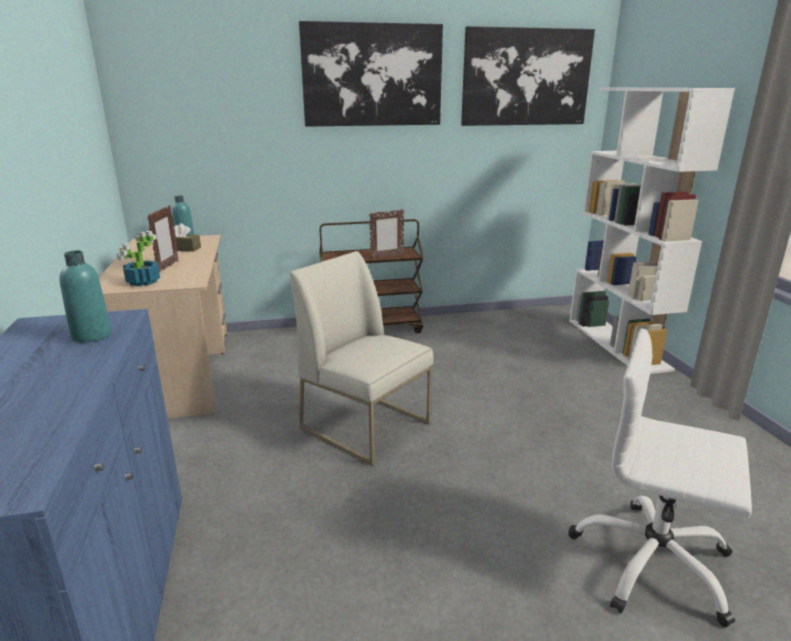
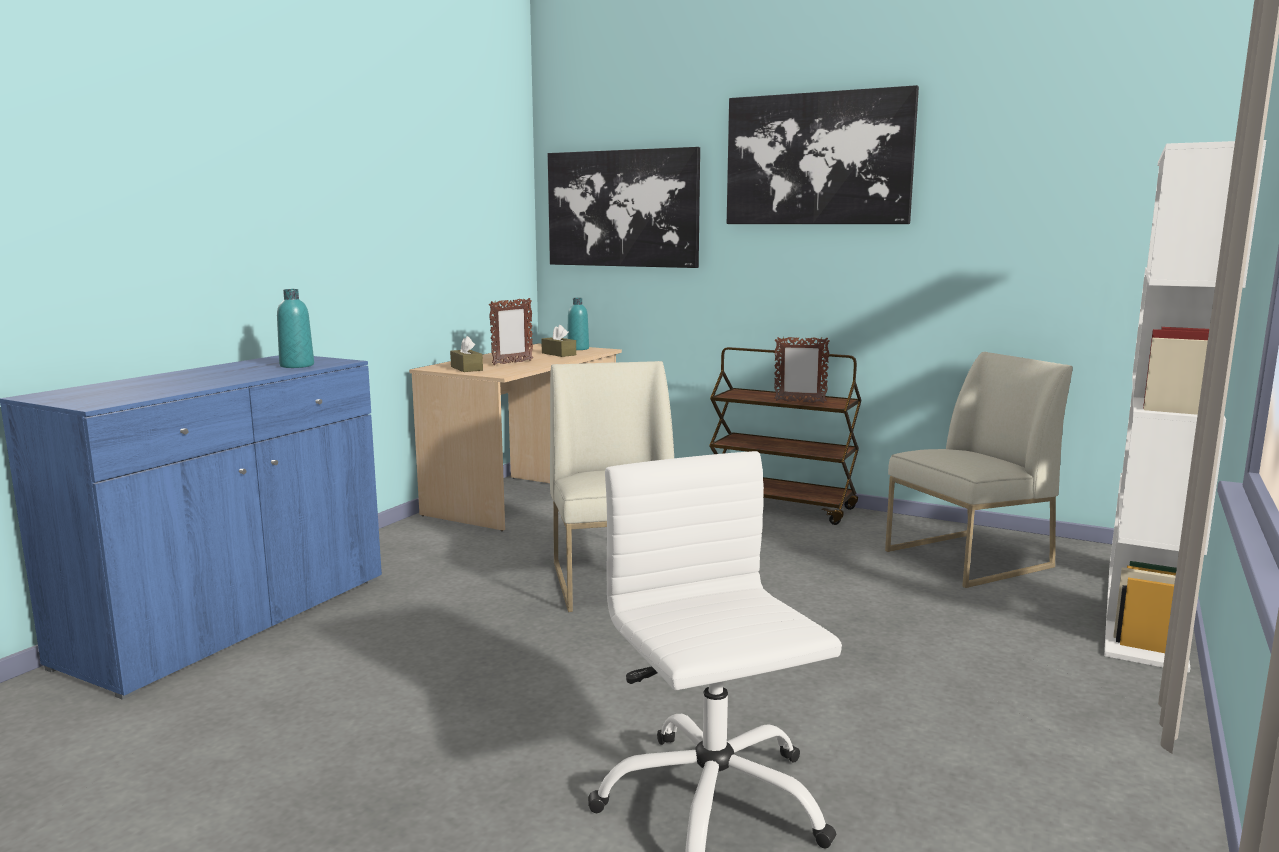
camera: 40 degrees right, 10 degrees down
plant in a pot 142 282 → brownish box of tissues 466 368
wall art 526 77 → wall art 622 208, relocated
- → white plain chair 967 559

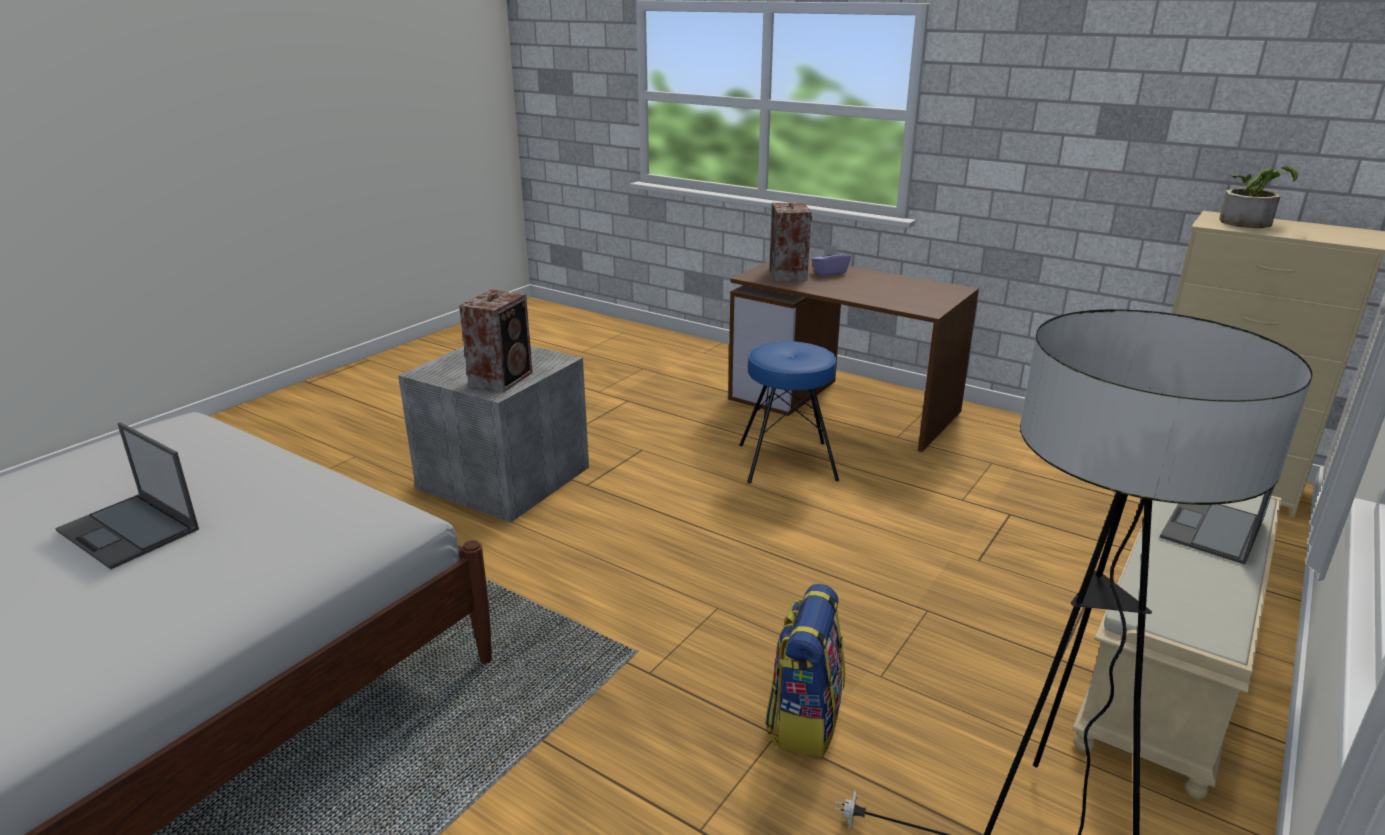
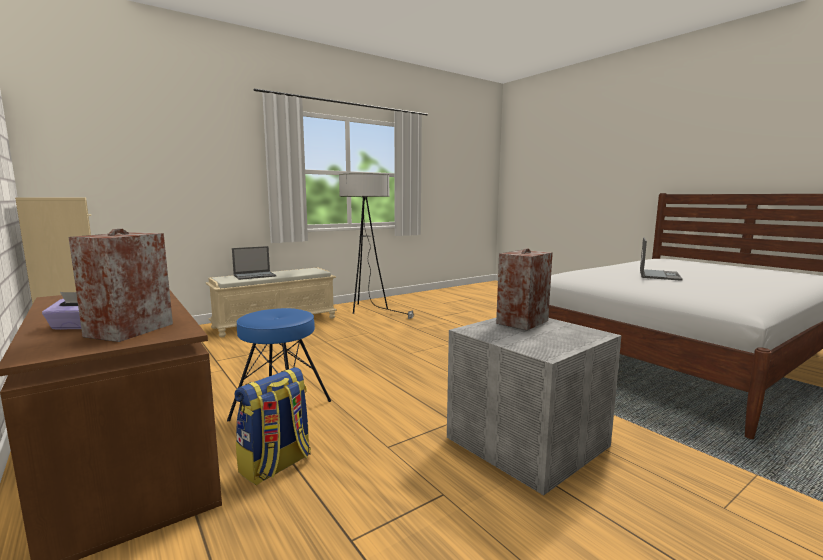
camera: 160 degrees left, 15 degrees down
portable computer 130 530 → portable computer 659 275, 60 degrees clockwise
rucksack 804 719 → rucksack 276 465, relocated
plant in a pot 1249 221 → -

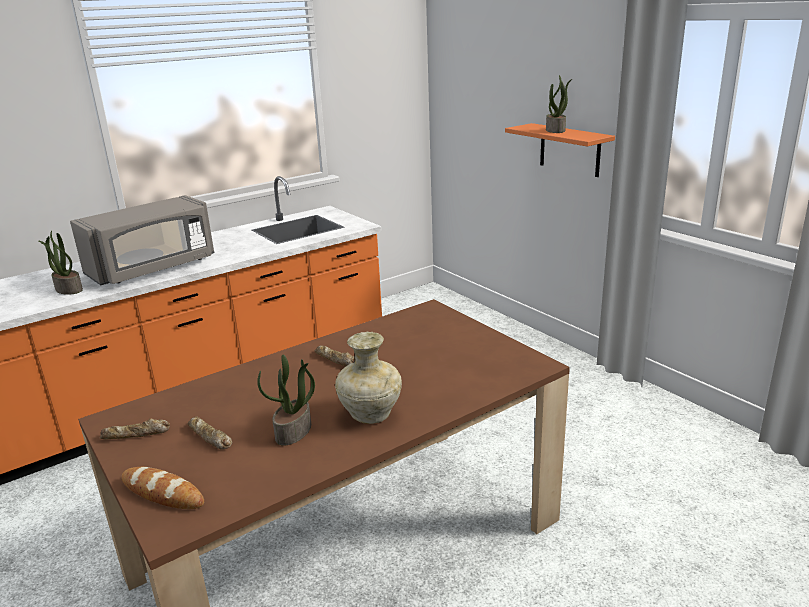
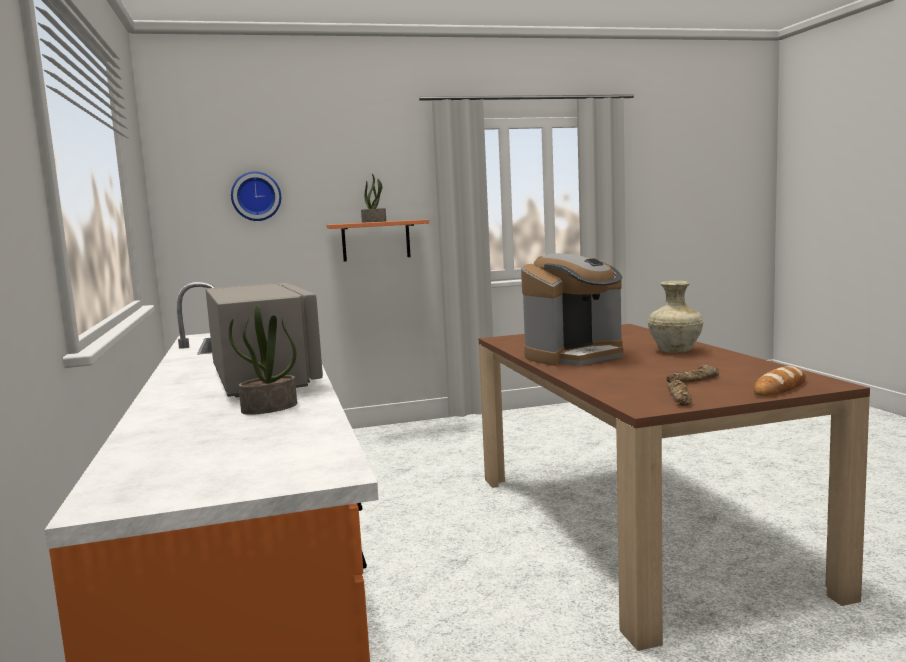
camera: 70 degrees left, 15 degrees down
plant in a pot 294 432 → -
baked bread 336 360 → coffee brewer 575 356
- → clock on the wall 256 196

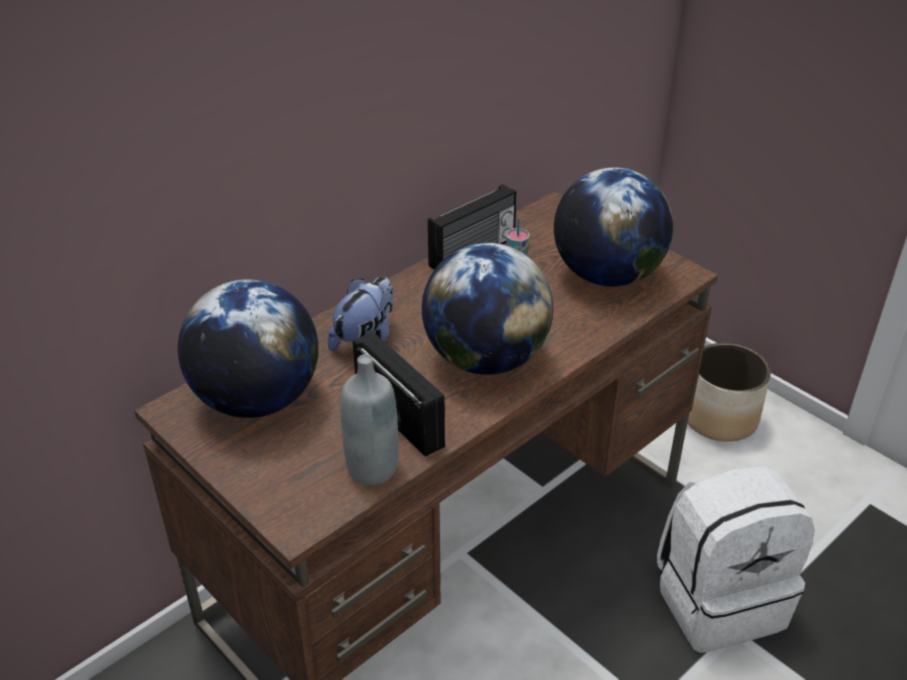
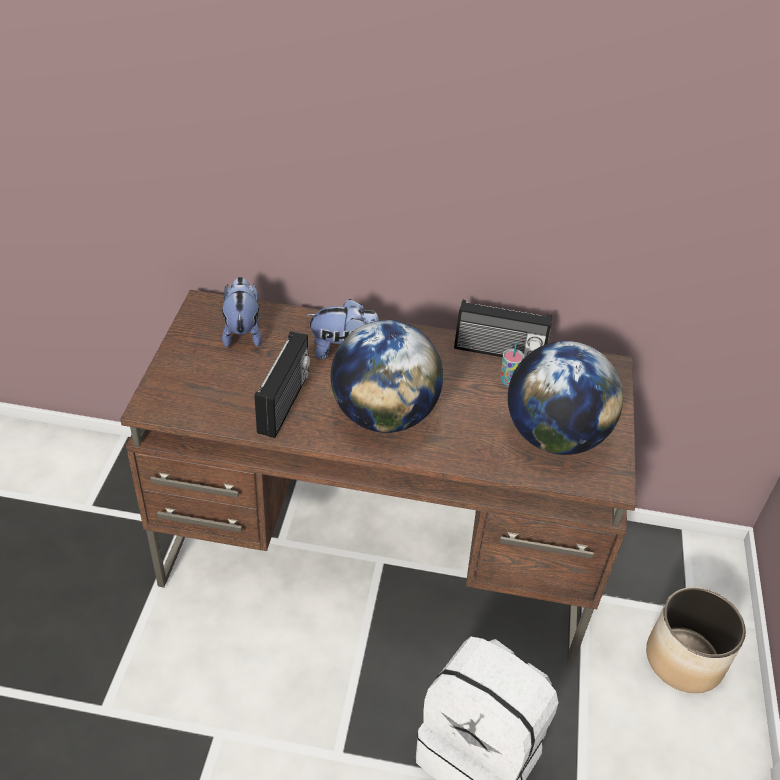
camera: 50 degrees right, 5 degrees up
world globe 257 400 → plush toy 242 332
gray bottle 372 468 → -

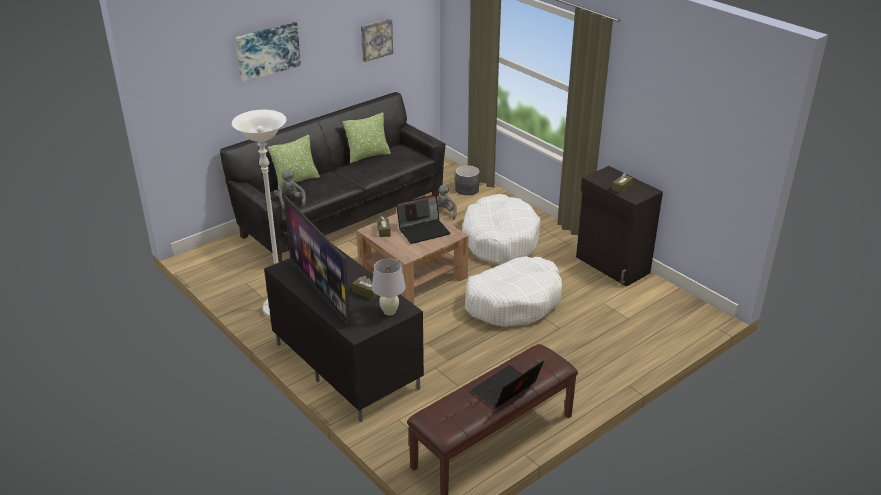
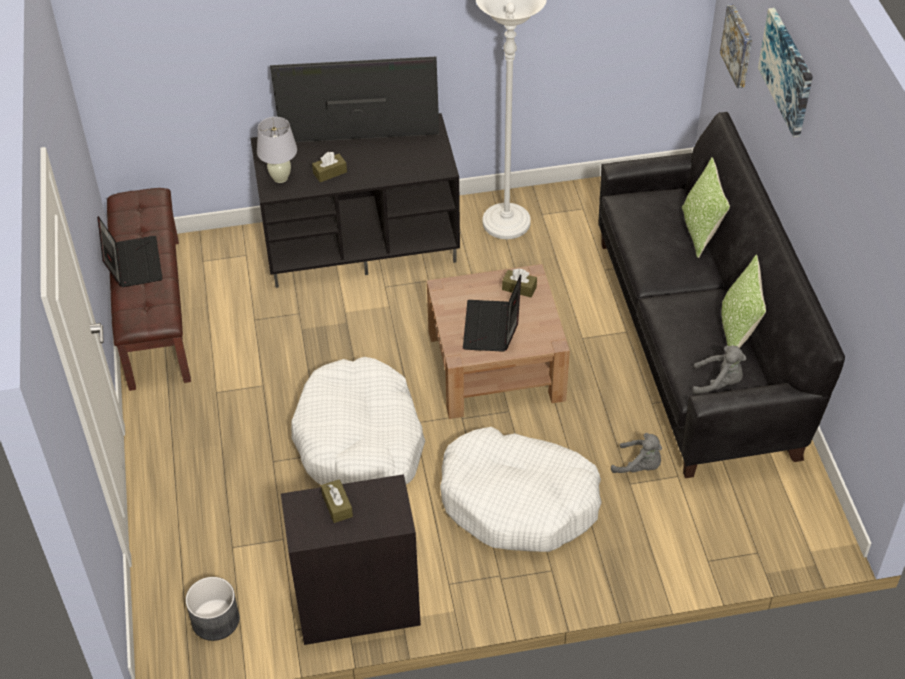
camera: 120 degrees right, 15 degrees up
gray plush toy 290 201 → gray plush toy 719 382, relocated
wall art 376 39 → wall art 739 45, relocated
gray plant pot 467 189 → gray plant pot 215 620, relocated

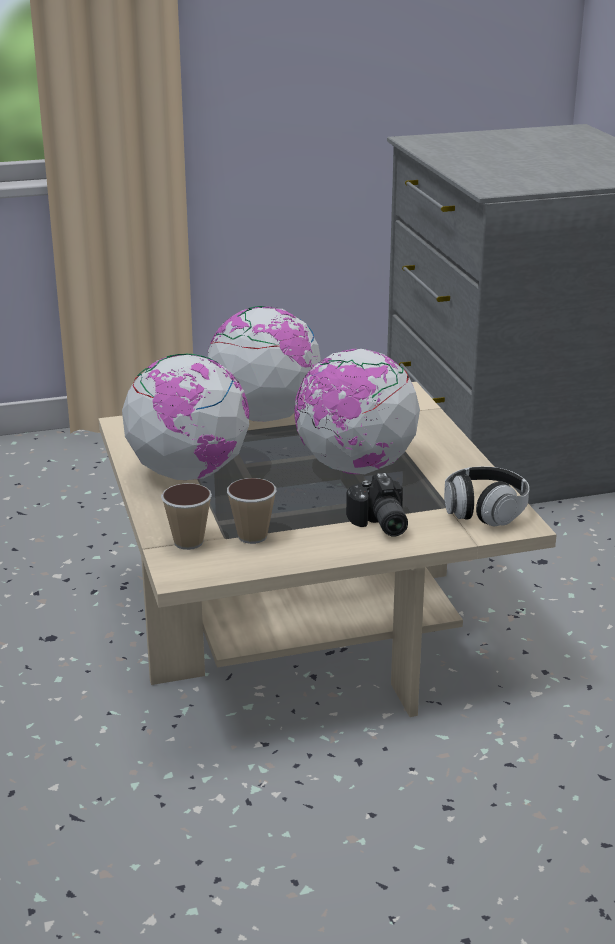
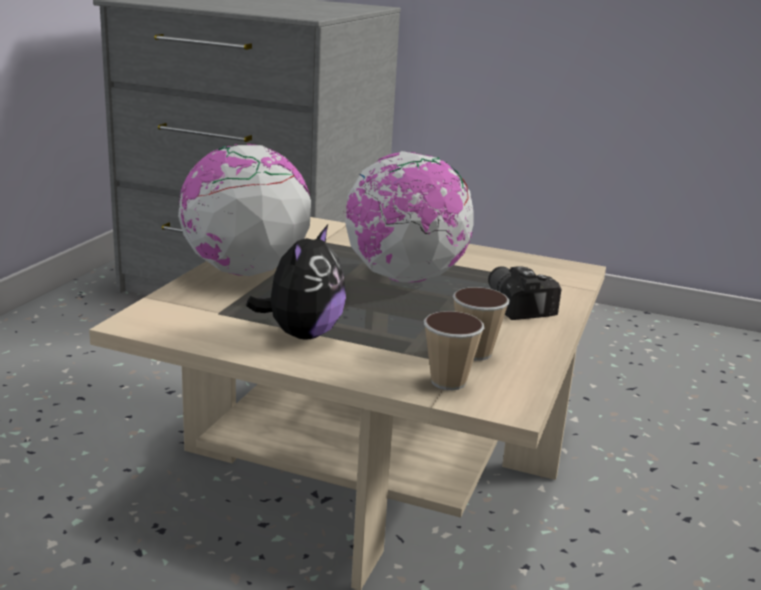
camera: 55 degrees left, 5 degrees down
world globe 189 473 → plush toy 302 334
photo camera 379 524 → photo camera 519 305, 135 degrees counterclockwise
headphones 484 511 → -

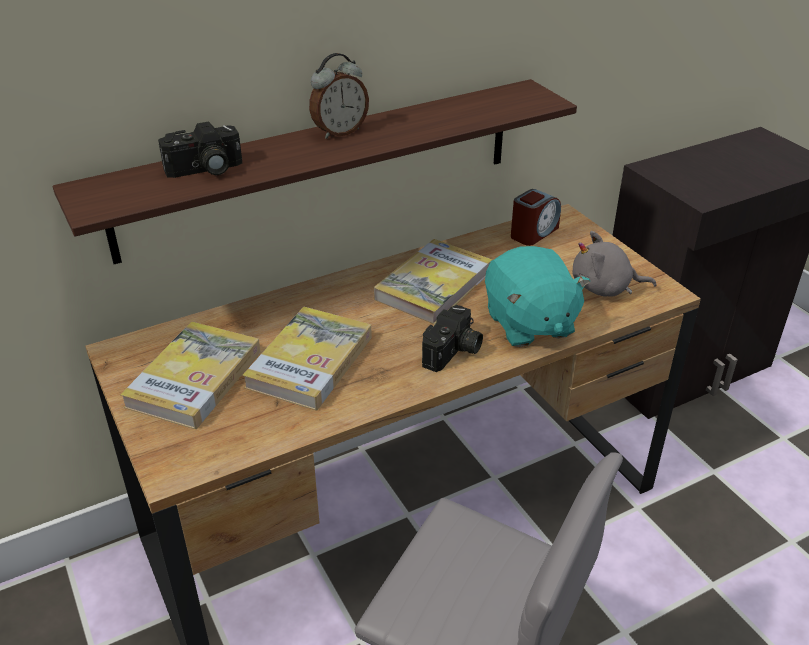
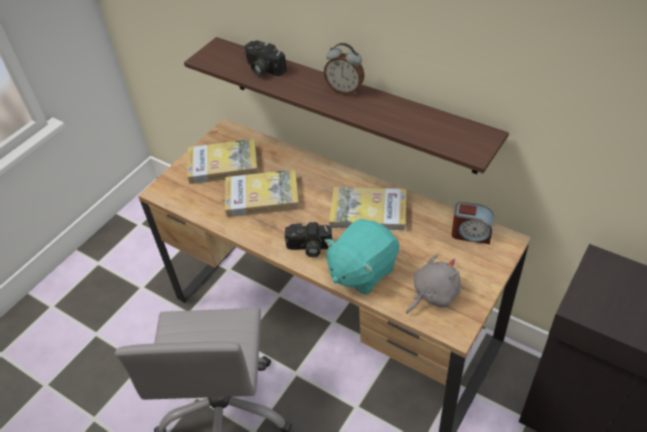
camera: 65 degrees right, 10 degrees up
gray plush toy 605 288 → gray plush toy 433 294, 75 degrees clockwise

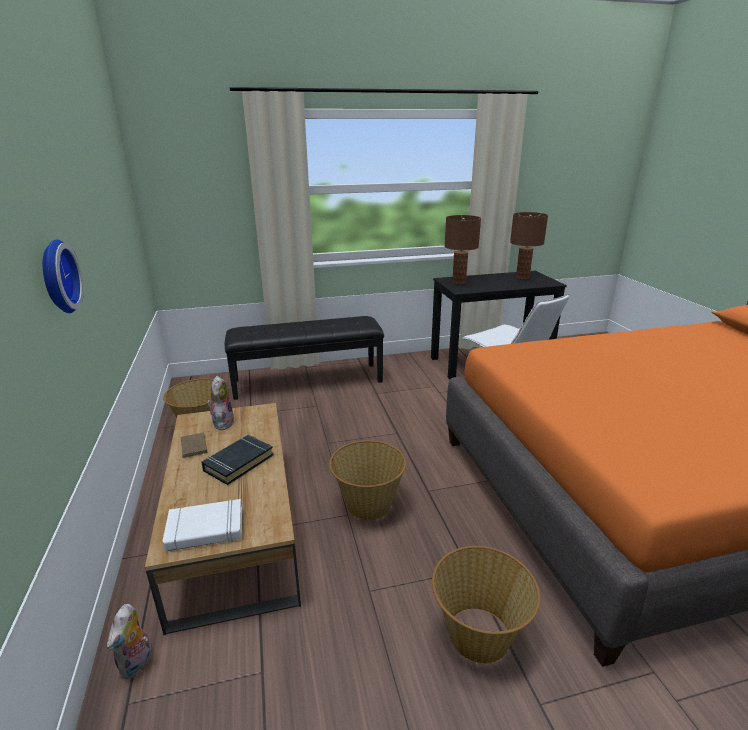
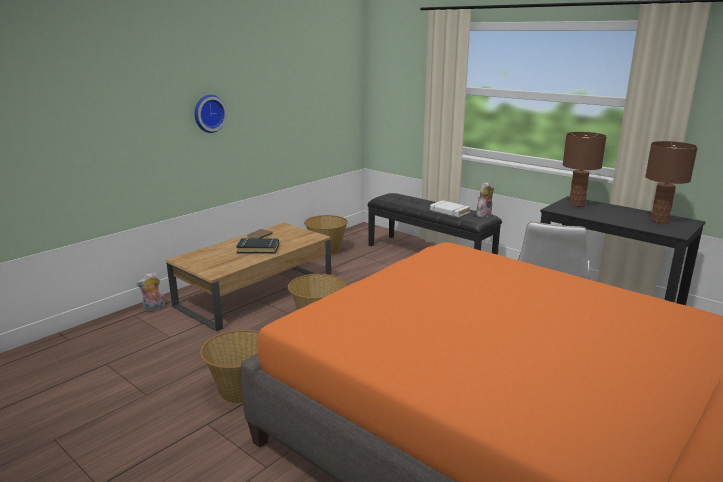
camera: 55 degrees right, 5 degrees down
white book 205 530 → white book 449 211, relocated
plush toy 222 422 → plush toy 483 215, relocated

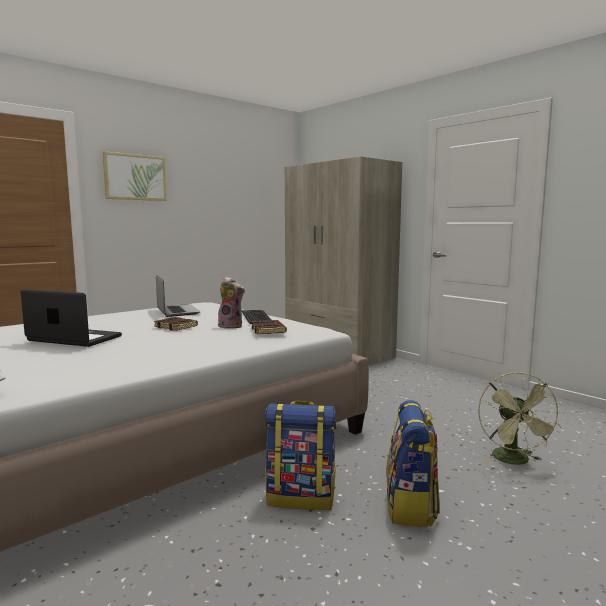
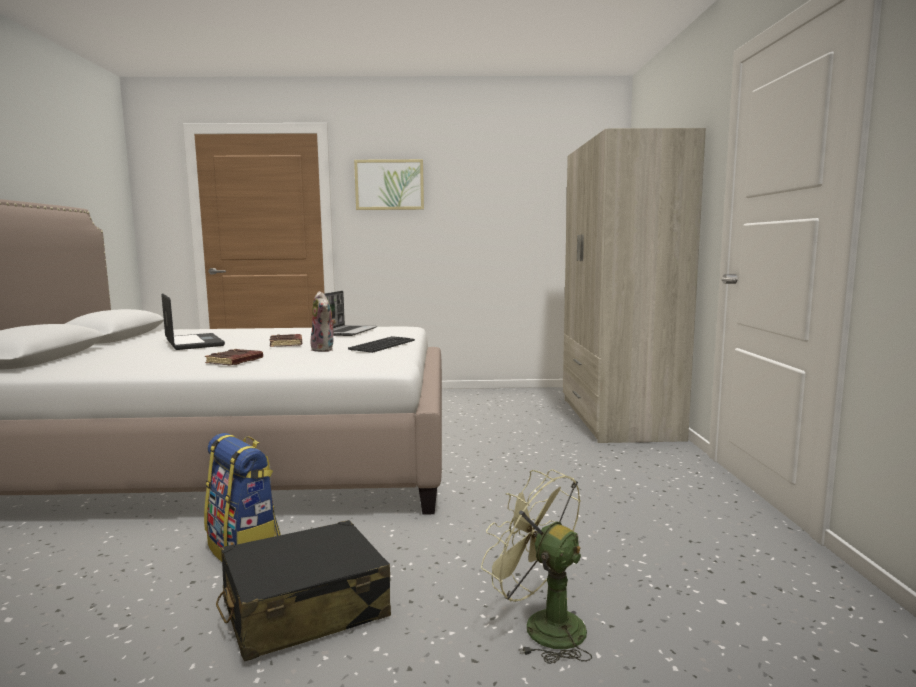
camera: 40 degrees right, 0 degrees up
brownish book 269 330 → brownish book 235 361, relocated
rucksack 411 507 → black-coloured piece of luggage 304 609
green cooling fan 515 461 → green cooling fan 542 626, 90 degrees clockwise

